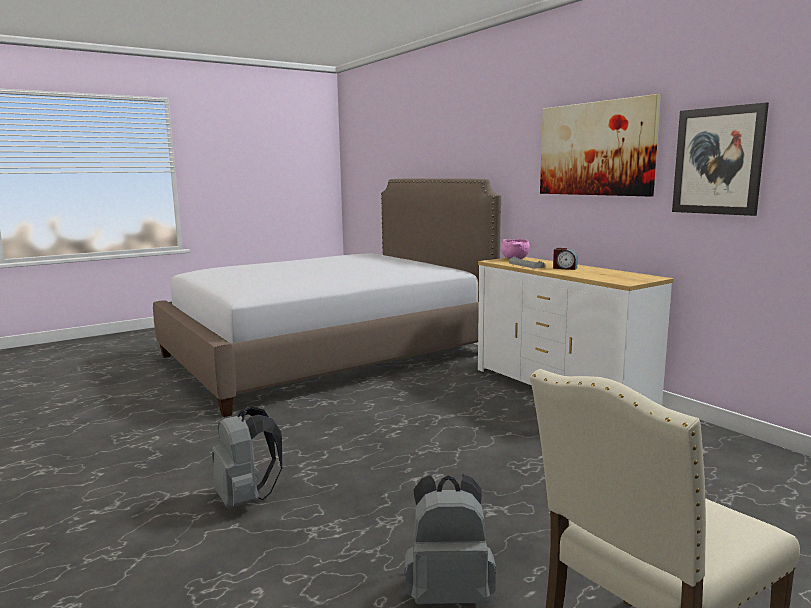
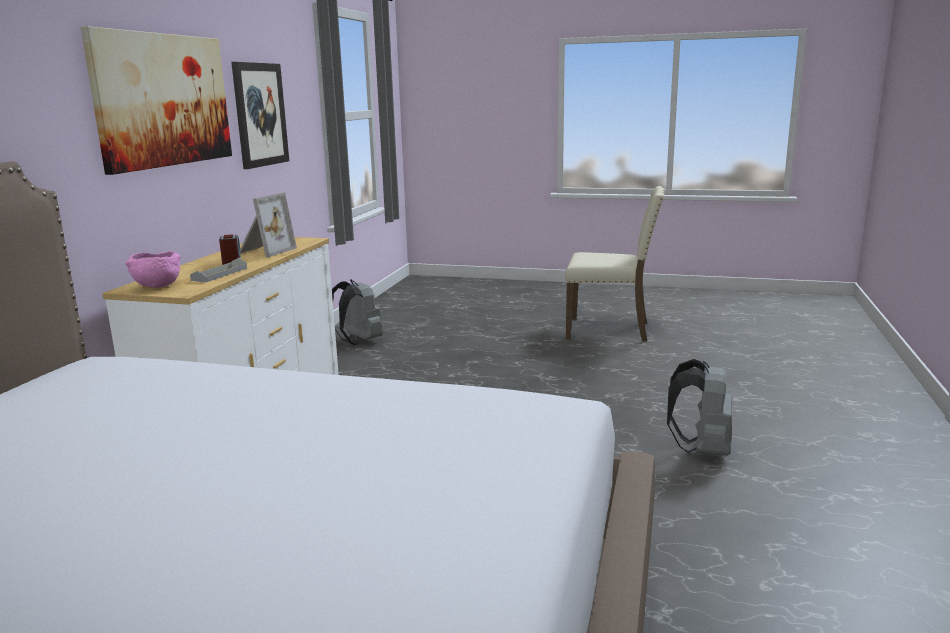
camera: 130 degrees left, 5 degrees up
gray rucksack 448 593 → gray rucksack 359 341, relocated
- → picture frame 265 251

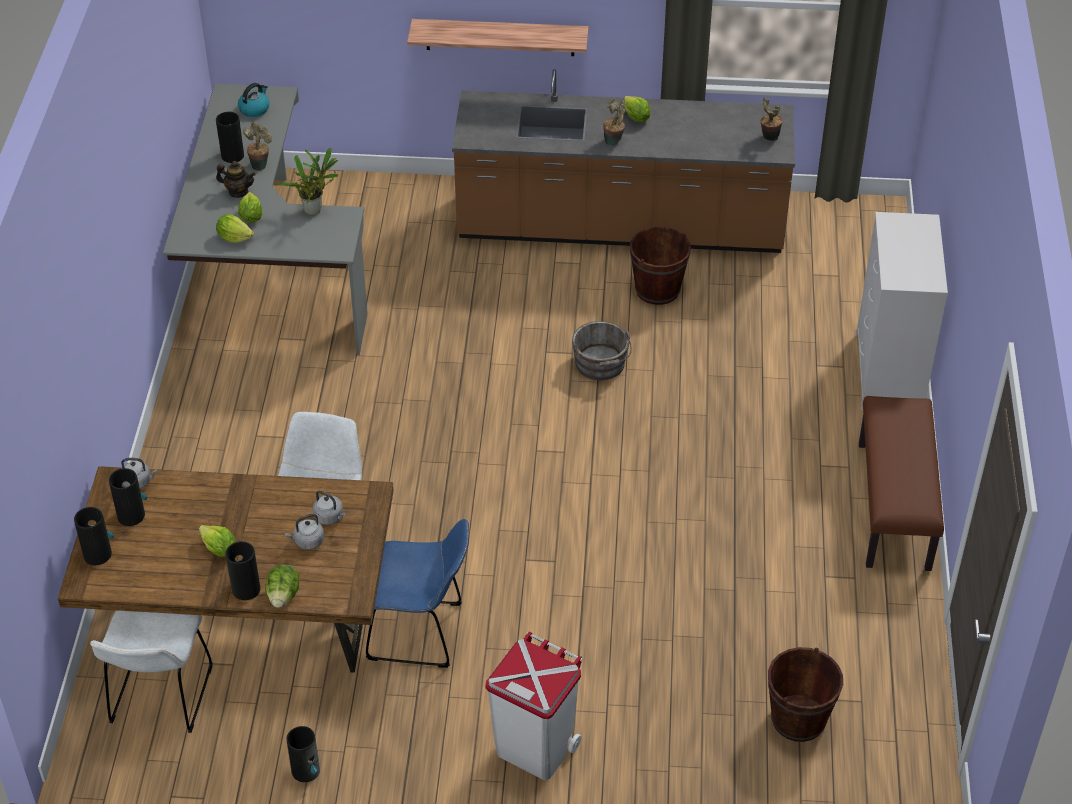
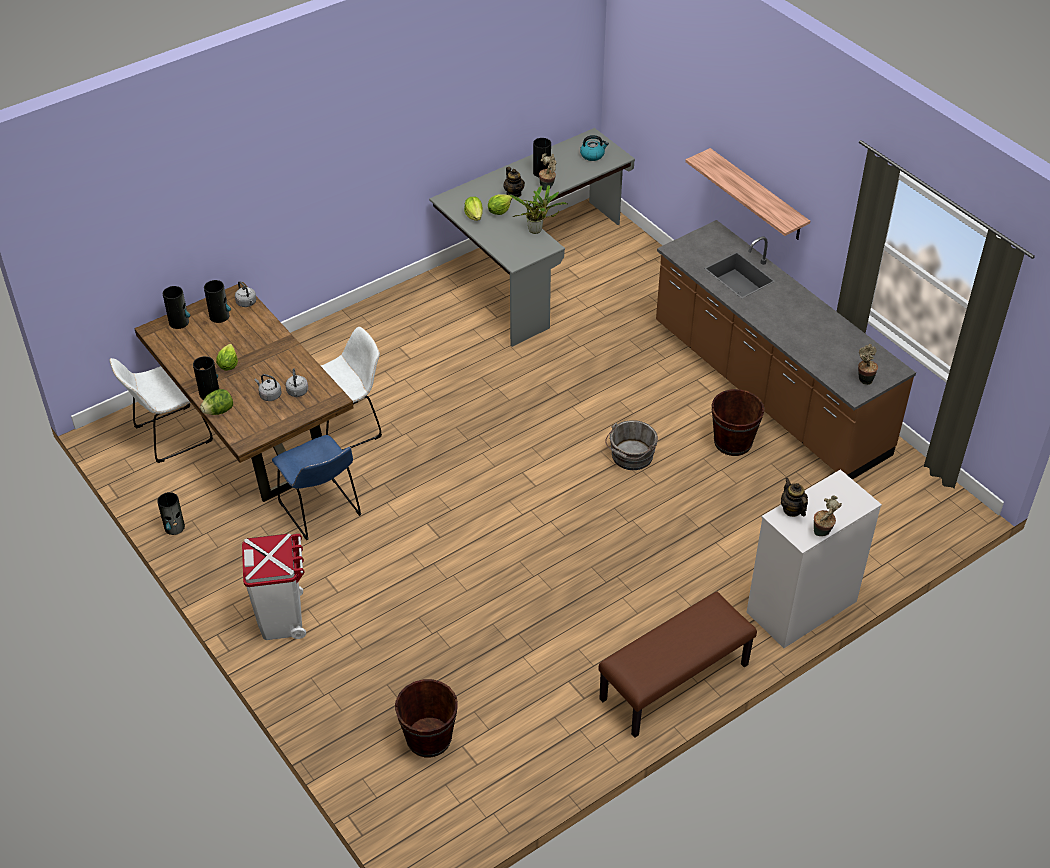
camera: 50 degrees right, 0 degrees up
plant in a pot 614 141 → plant in a pot 822 533, relocated
lettuce 636 118 → -
- → tea pot 792 510

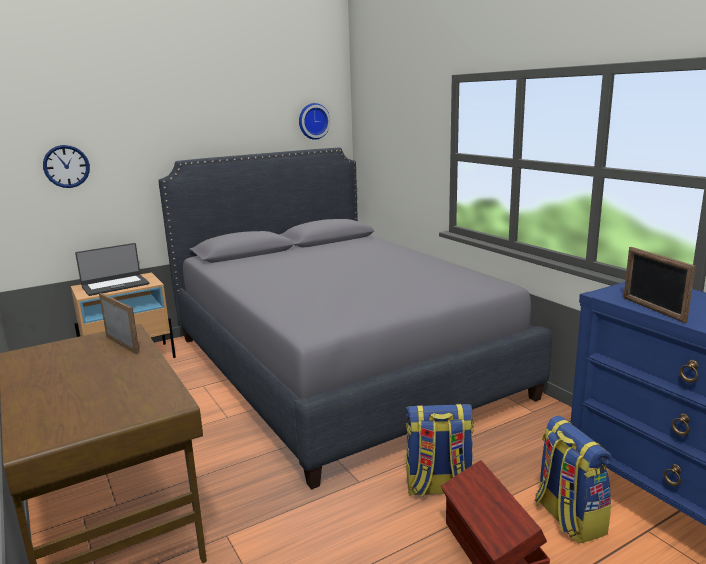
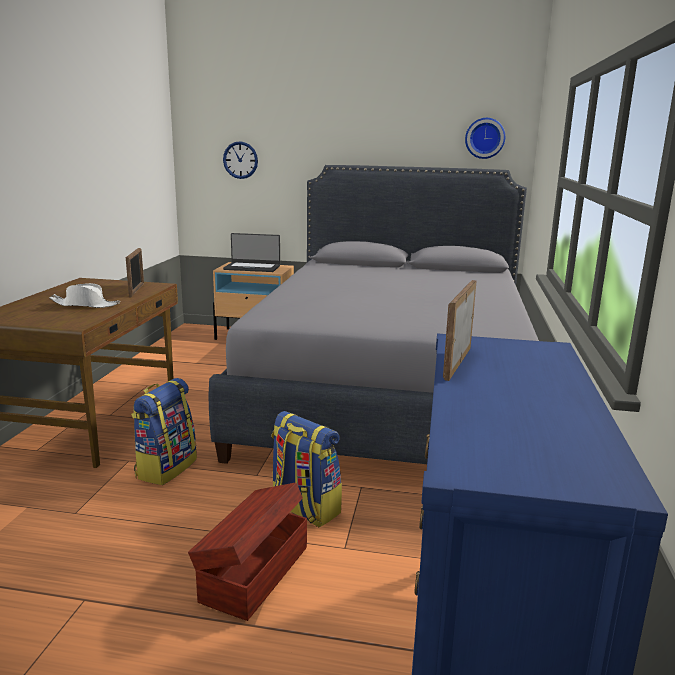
camera: 40 degrees right, 0 degrees up
rucksack 568 518 → rucksack 166 468, relocated
- → white hat 85 305

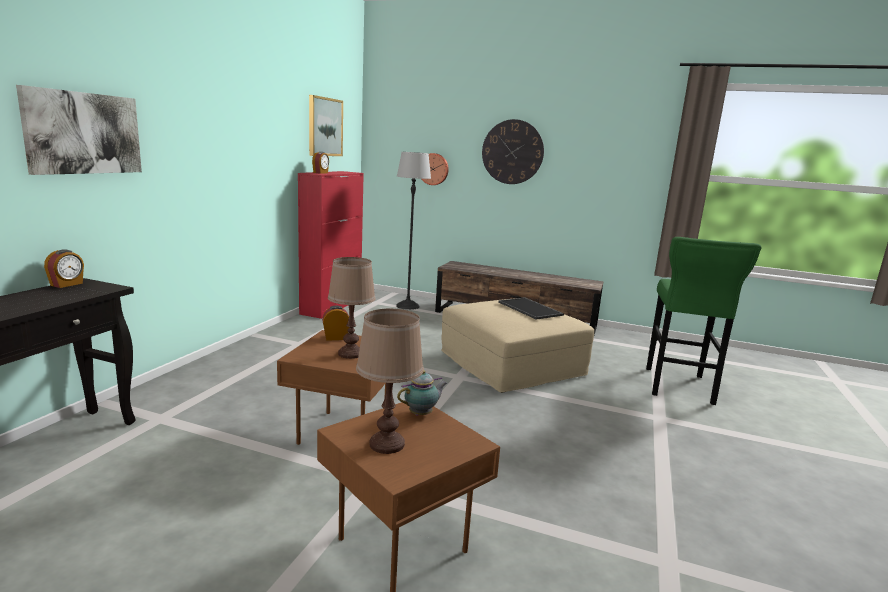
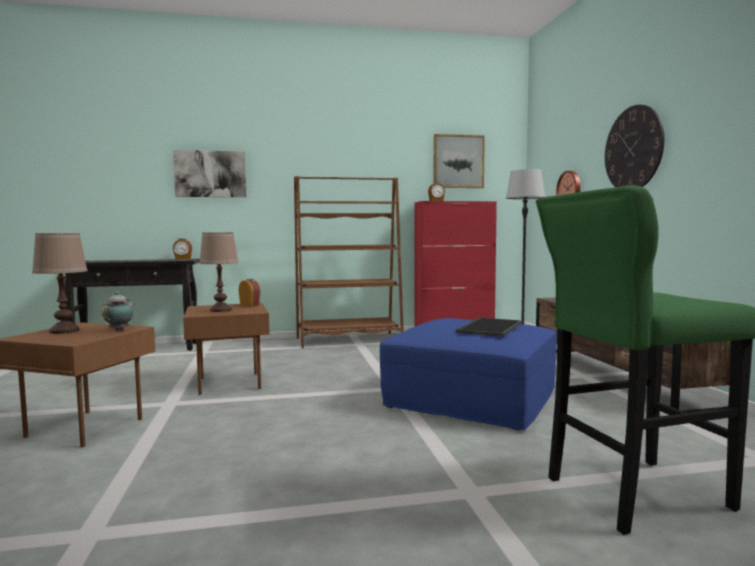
camera: 60 degrees right, 10 degrees down
tea pot 422 414 → tea pot 120 330, 105 degrees counterclockwise
sand-coloured pouffe 511 363 → blue pouffe 472 397
- → brownish bookshelf 349 340

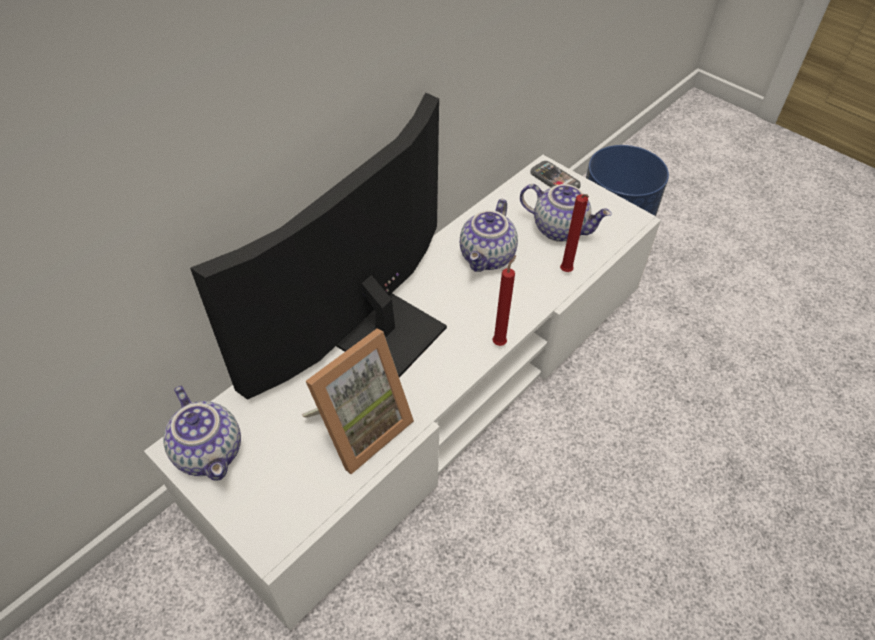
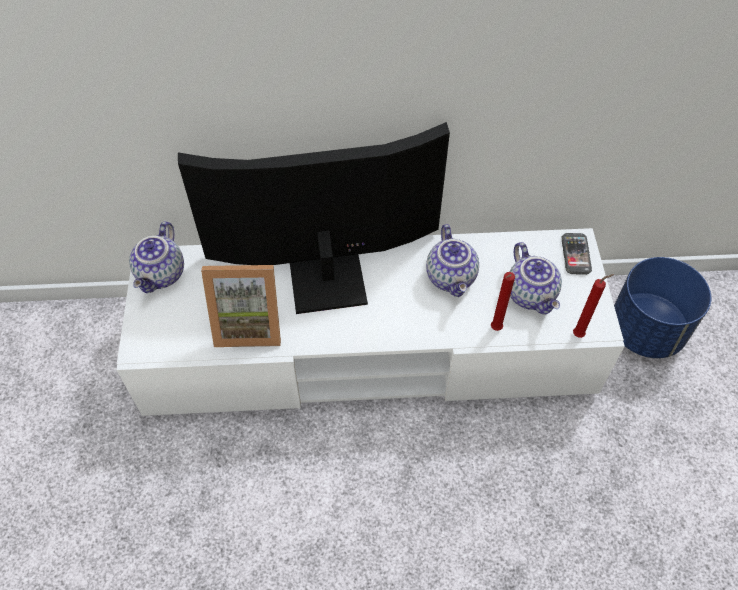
camera: 45 degrees right, 5 degrees up
tea pot 488 257 → tea pot 452 277, 75 degrees counterclockwise
red wax light 500 342 → red wax light 580 334, relocated

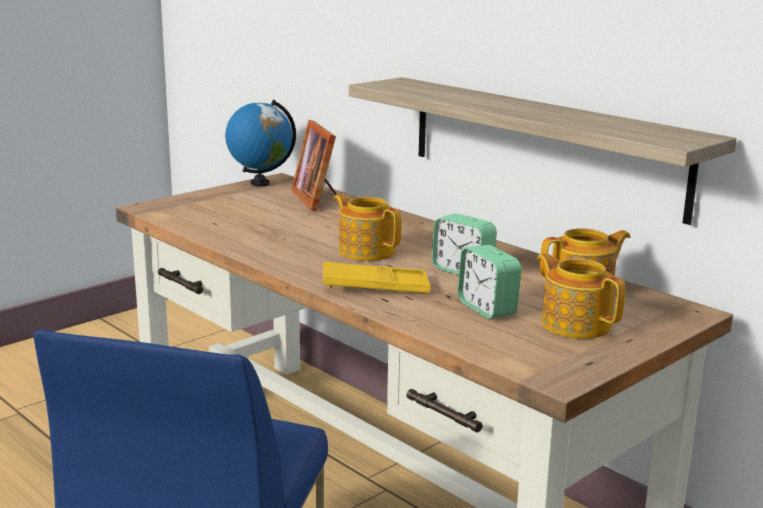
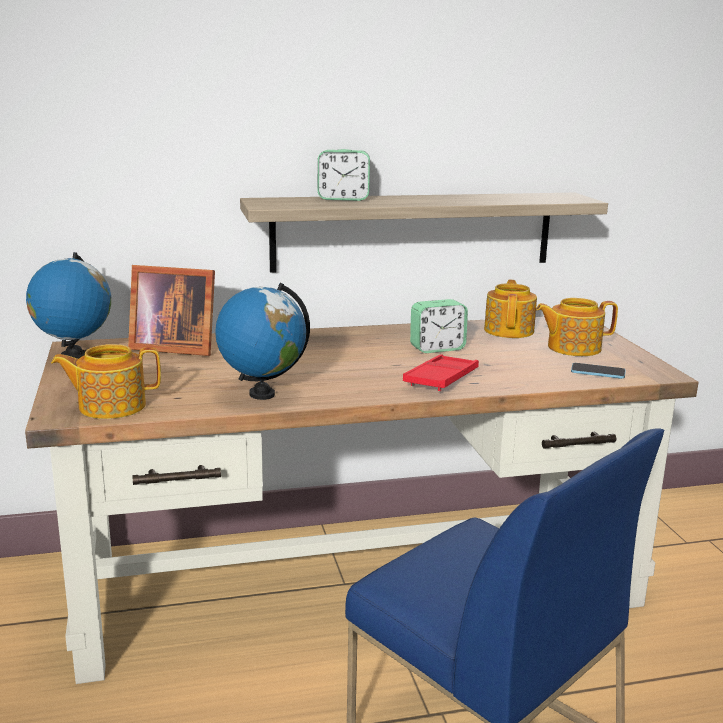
camera: 60 degrees left, 0 degrees up
yellowish carrying tray 375 286 → red carrying tray 441 379
tea pot 366 251 → tea pot 110 406, relocated
bedside clock 487 308 → bedside clock 343 198, relocated
- → world globe 262 394
- → telephone 598 372

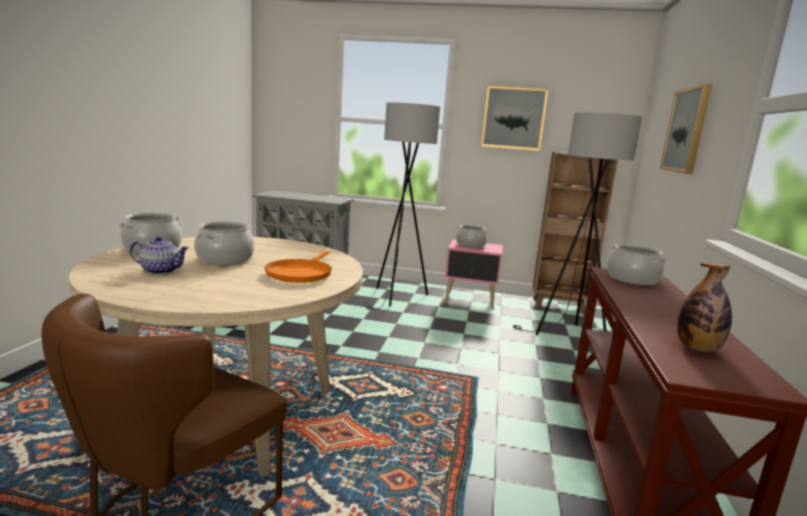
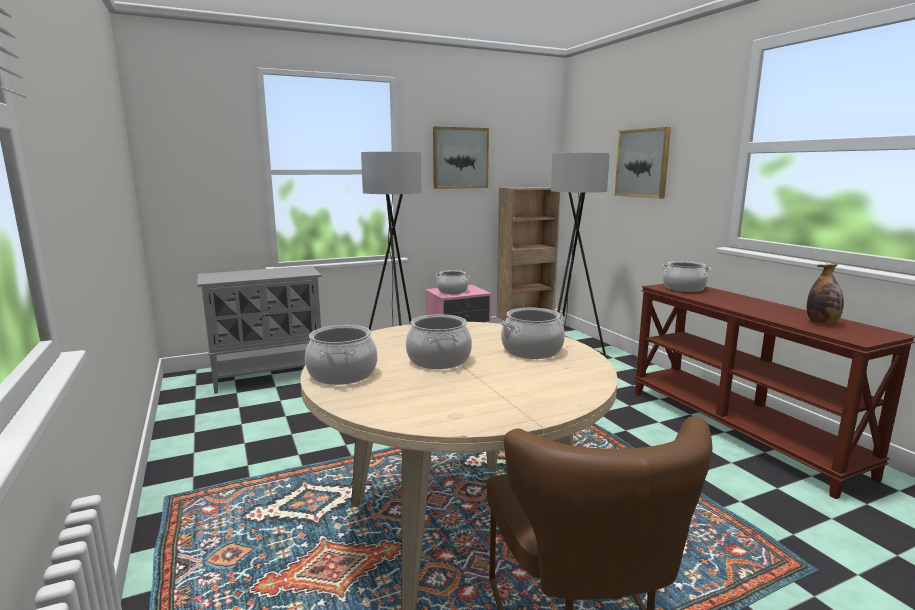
camera: 35 degrees left, 0 degrees up
tea pot 160 270 → -
orange pan 300 273 → cooking pot 532 351

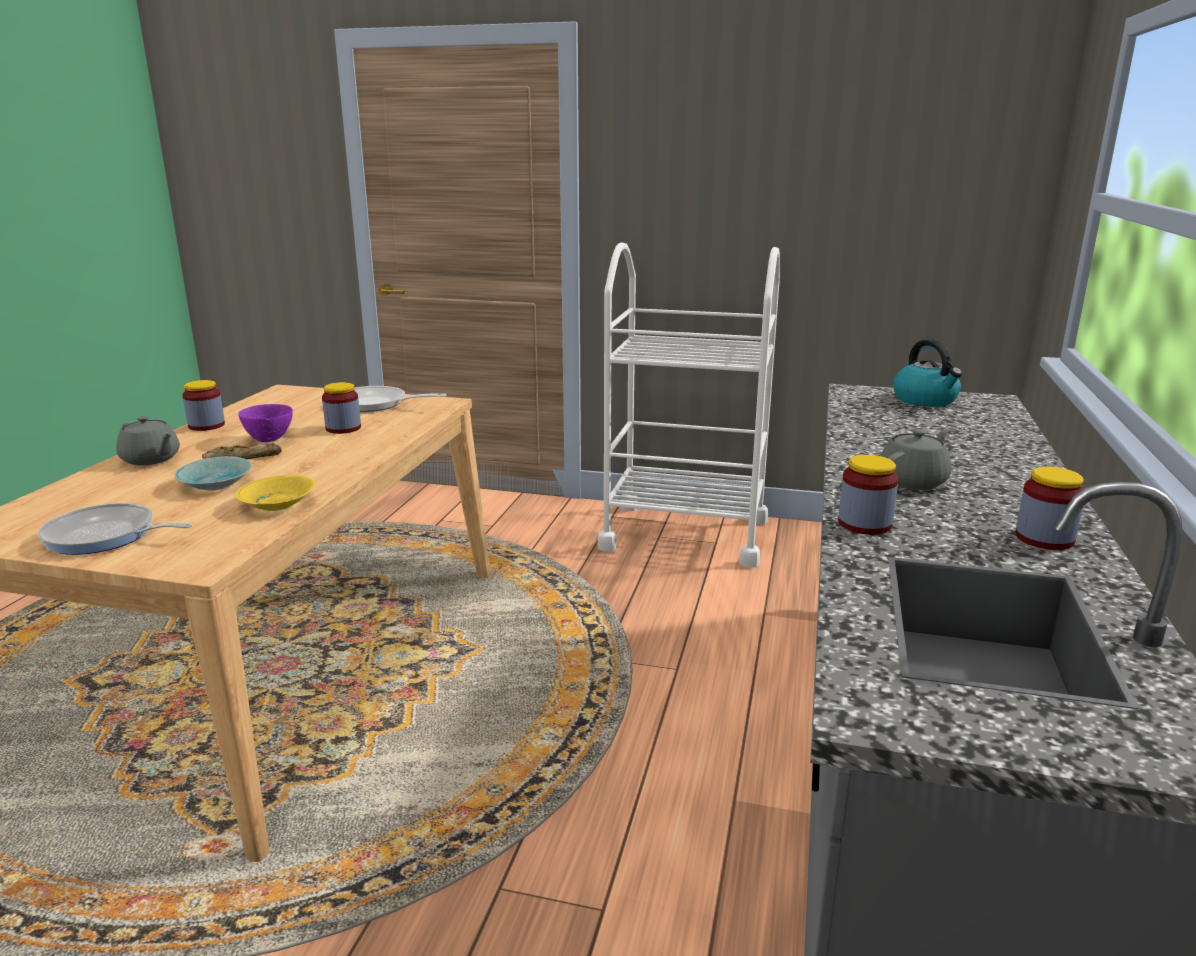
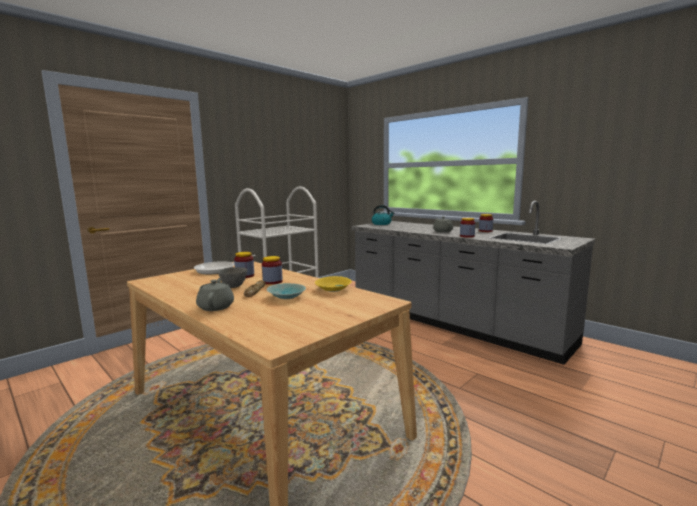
camera: 60 degrees left, 10 degrees down
pan 105 536 → -
gray tea pot 151 459 → gray tea pot 216 307, 75 degrees counterclockwise
storage jar 206 425 → storage jar 272 282, relocated
purple-coloured serving bowl 269 439 → gray serving bowl 233 286

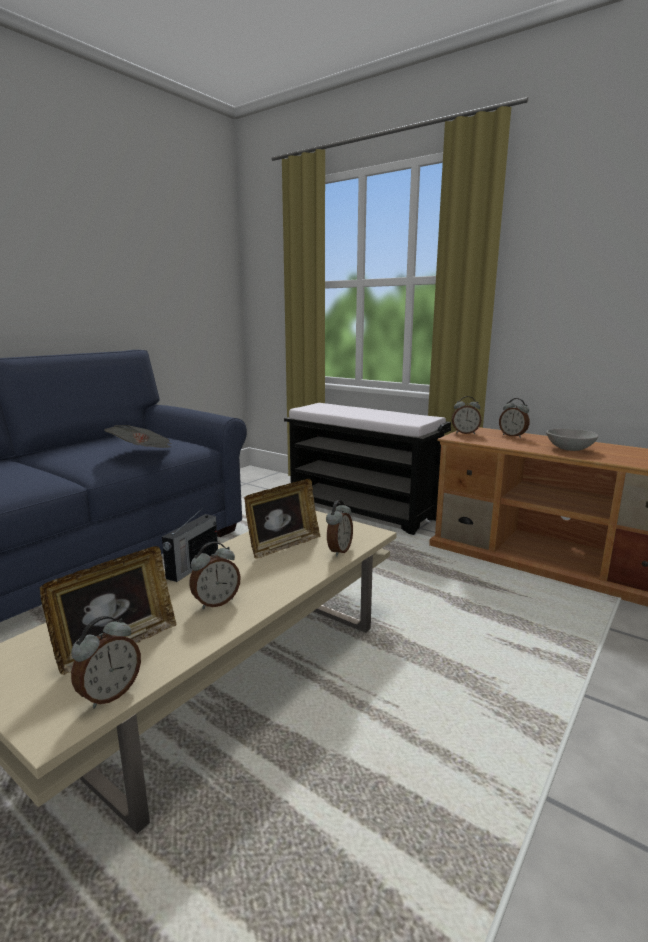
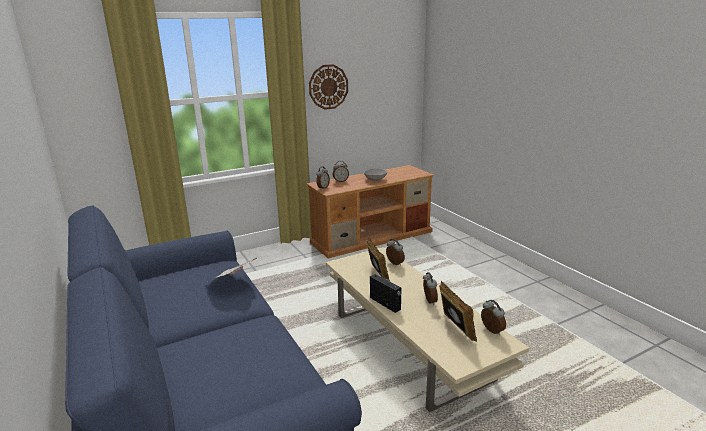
camera: 65 degrees left, 5 degrees up
black-coloured long seat 363 510 → -
- → clock on the wall 328 87

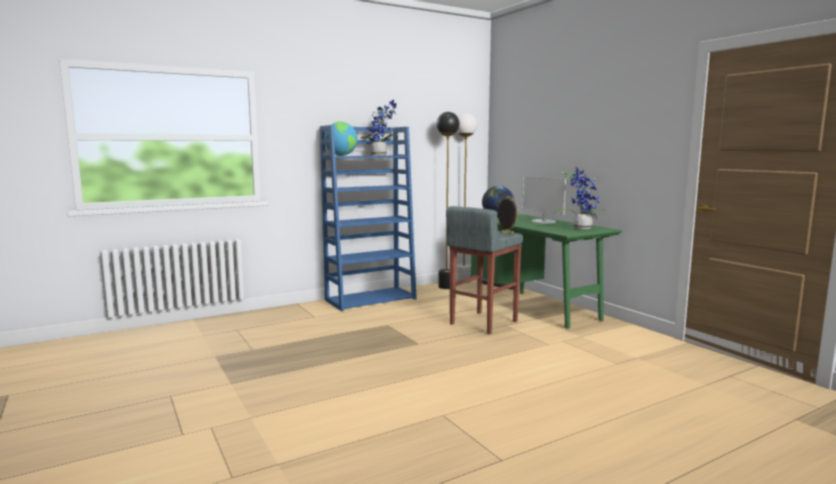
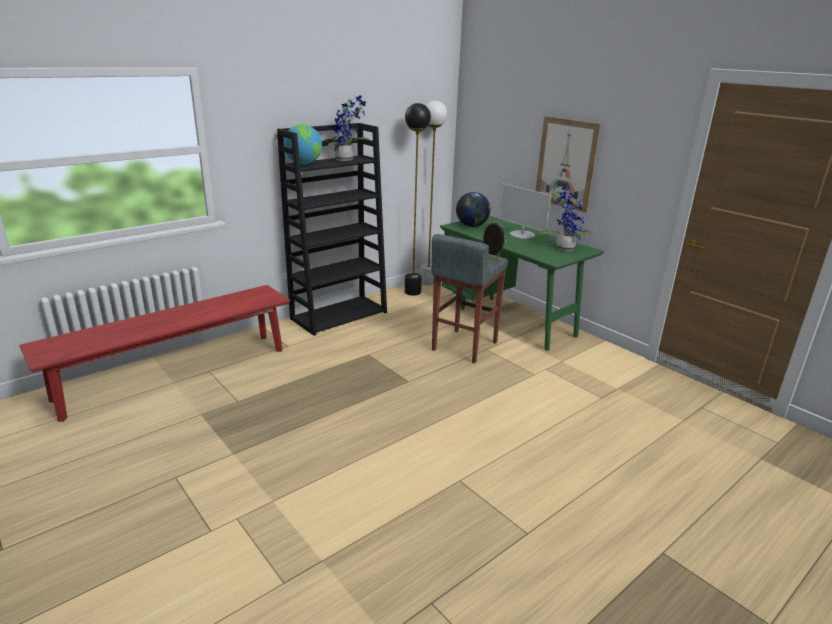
camera: 10 degrees left, 15 degrees up
blue bookshelf 371 299 → black-coloured bookshelf 339 315
- → red long seat 176 373
- → wall art 566 163

